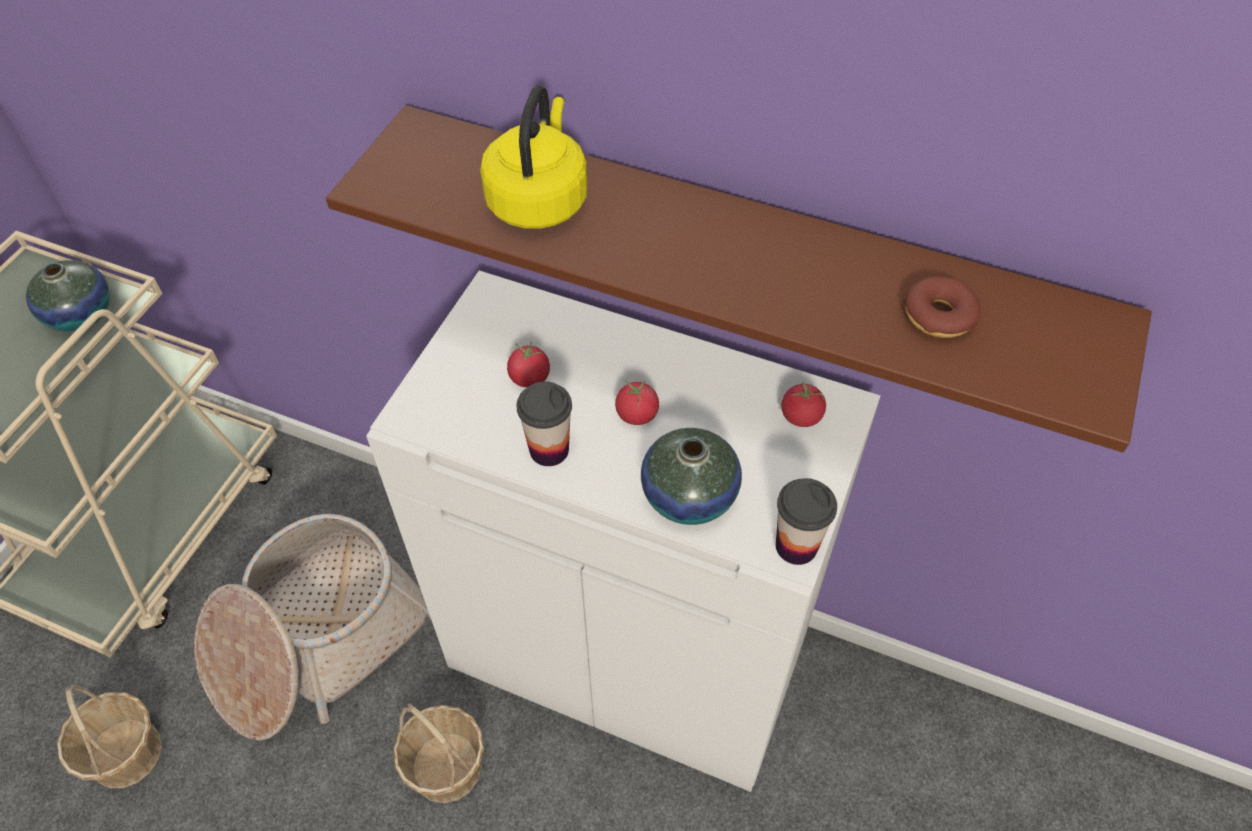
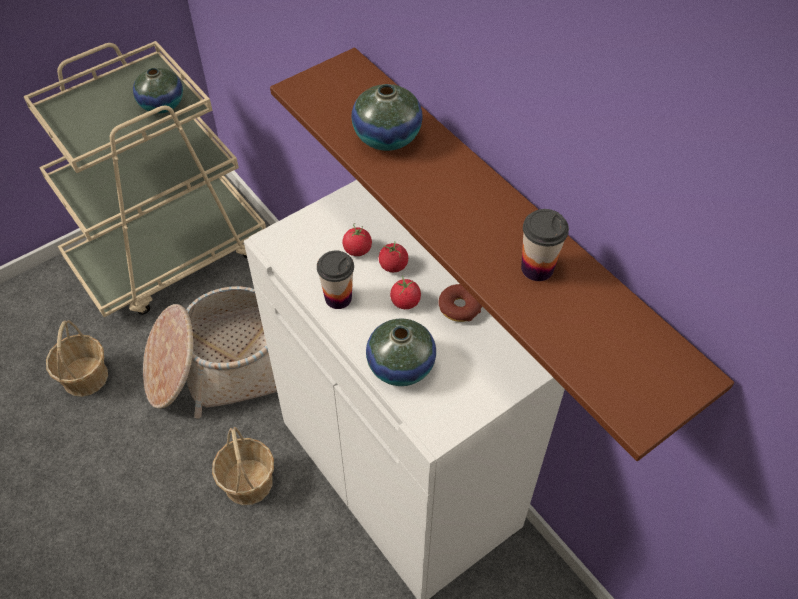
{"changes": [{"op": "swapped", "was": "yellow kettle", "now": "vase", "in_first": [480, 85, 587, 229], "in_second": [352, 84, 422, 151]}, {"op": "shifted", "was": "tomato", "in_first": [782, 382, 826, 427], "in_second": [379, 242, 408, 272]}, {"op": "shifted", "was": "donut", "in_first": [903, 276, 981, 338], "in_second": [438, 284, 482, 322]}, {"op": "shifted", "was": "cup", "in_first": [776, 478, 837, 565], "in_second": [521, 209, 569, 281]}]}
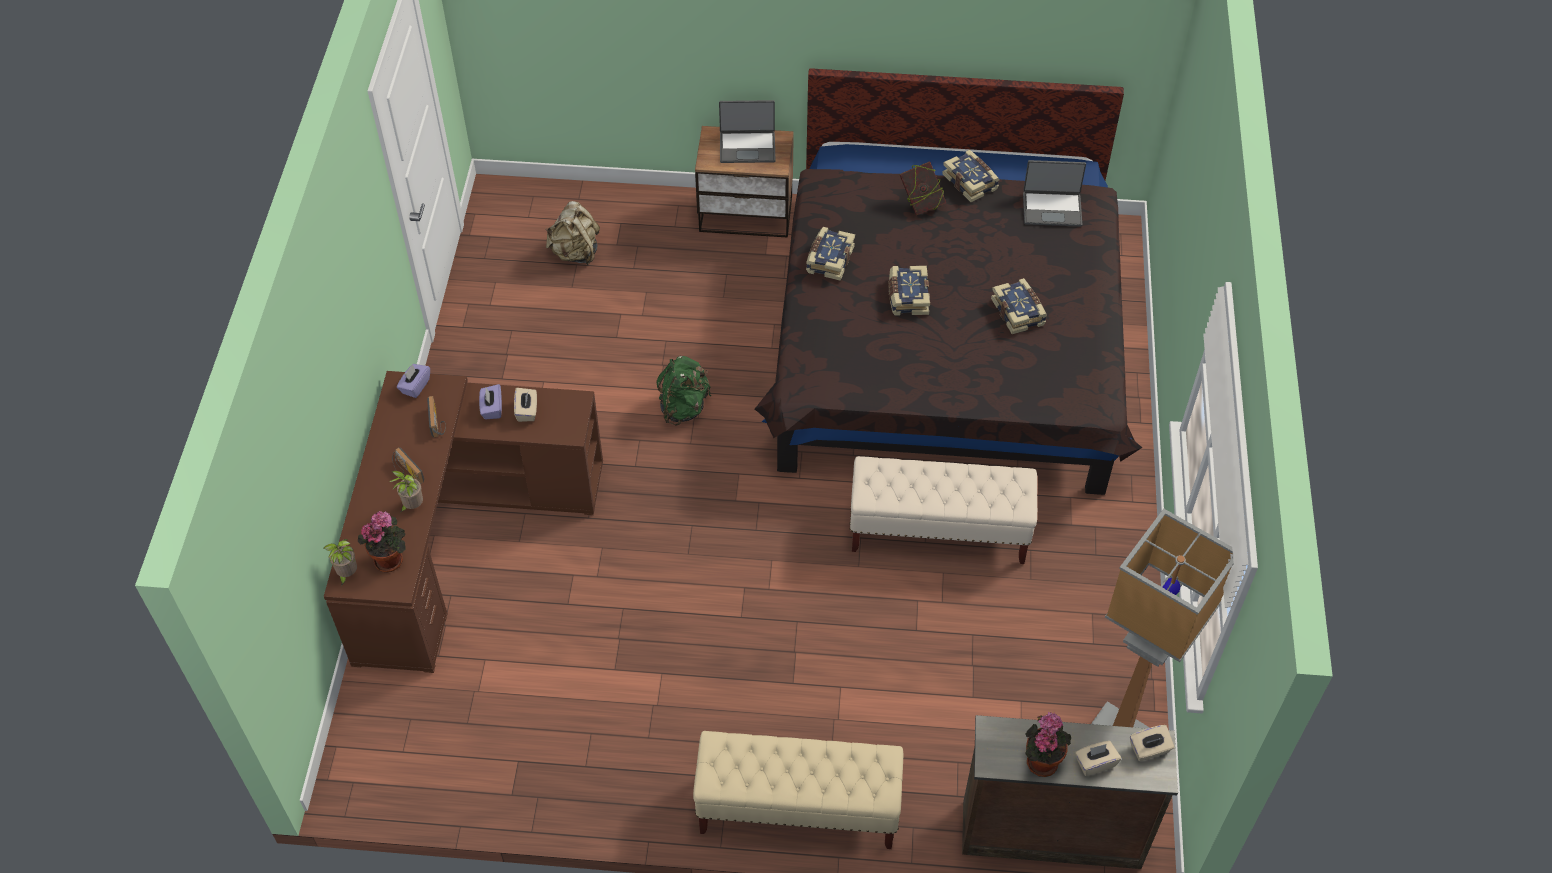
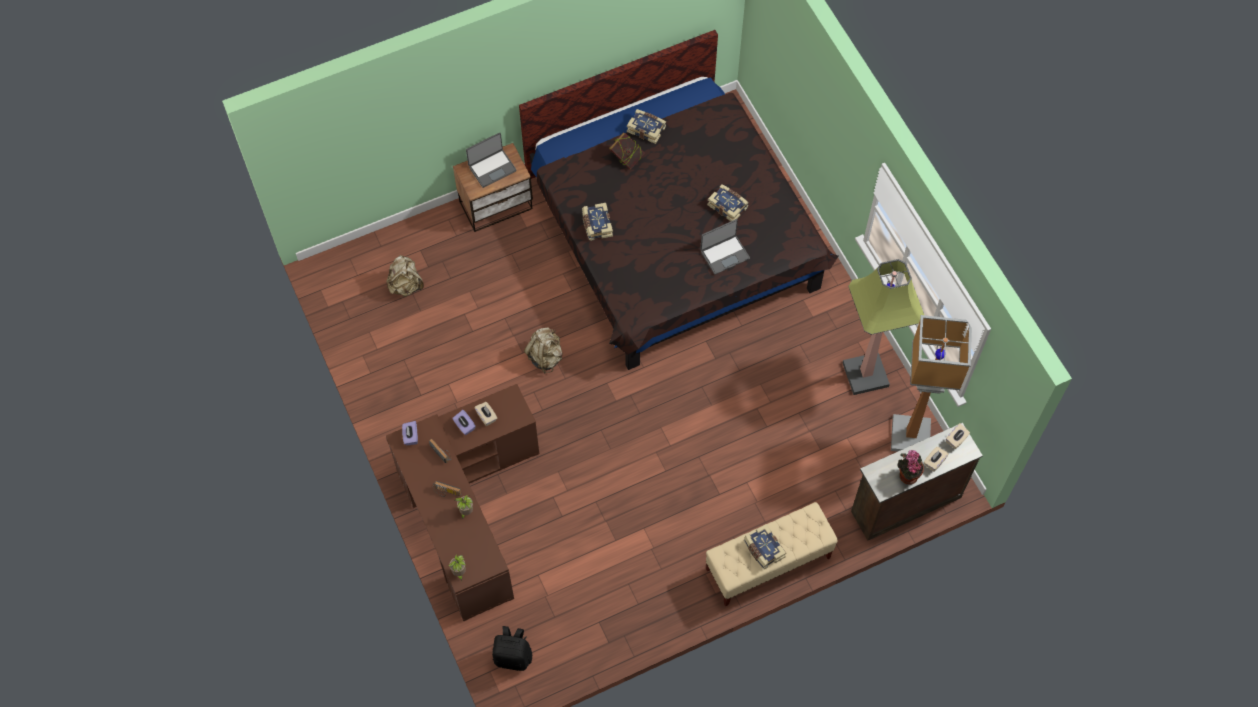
{"changes": [{"op": "new", "now": "black backpack", "in_second": [492, 626, 532, 671]}, {"op": "repainted", "was": "green backpack", "now": "beige backpack", "in_first": [656, 356, 711, 426], "in_second": [524, 328, 563, 374]}, {"op": "shifted", "was": "laptop", "in_first": [1023, 160, 1086, 226], "in_second": [700, 219, 750, 275]}, {"op": "shifted", "was": "book", "in_first": [888, 266, 930, 315], "in_second": [744, 524, 786, 569]}, {"op": "new", "now": "floor lamp", "in_second": [843, 259, 924, 395]}, {"op": "gone", "was": "potted plant", "in_first": [358, 511, 406, 573]}, {"op": "gone", "was": "beige bench", "in_first": [849, 456, 1037, 564]}]}
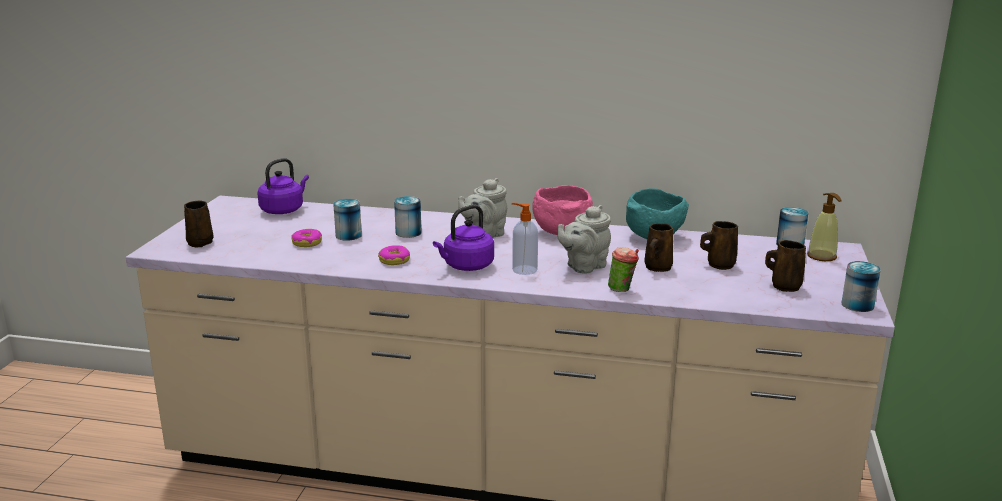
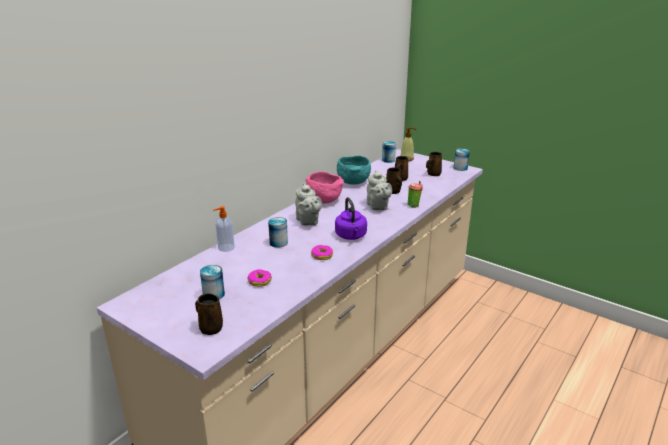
{"changes": [{"op": "shifted", "was": "can", "in_first": [333, 199, 362, 241], "in_second": [200, 265, 225, 299]}, {"op": "shifted", "was": "soap dispenser", "in_first": [512, 203, 538, 275], "in_second": [213, 206, 235, 252]}, {"op": "gone", "was": "purple kettle", "in_first": [257, 158, 309, 214]}]}
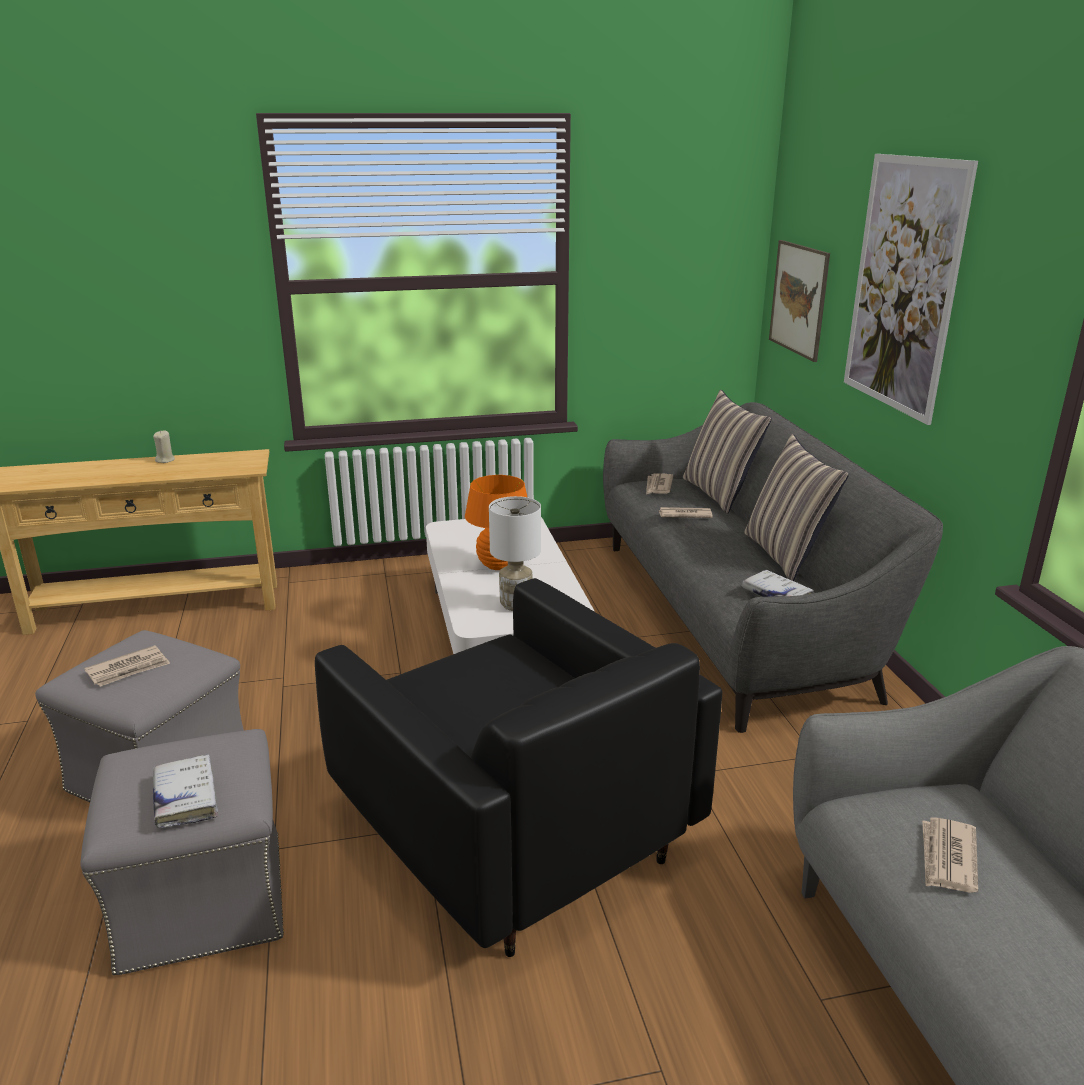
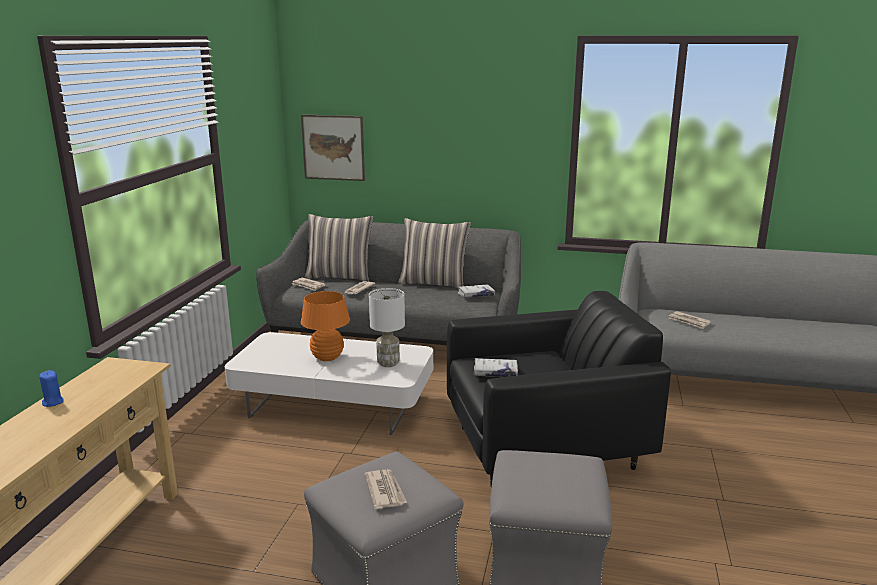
{"changes": [{"op": "repainted", "was": "beige candle", "now": "blue candle", "in_first": [153, 430, 175, 463], "in_second": [39, 370, 63, 407]}, {"op": "shifted", "was": "white book", "in_first": [153, 754, 218, 828], "in_second": [474, 358, 518, 377]}, {"op": "gone", "was": "picture", "in_first": [844, 154, 978, 425]}]}
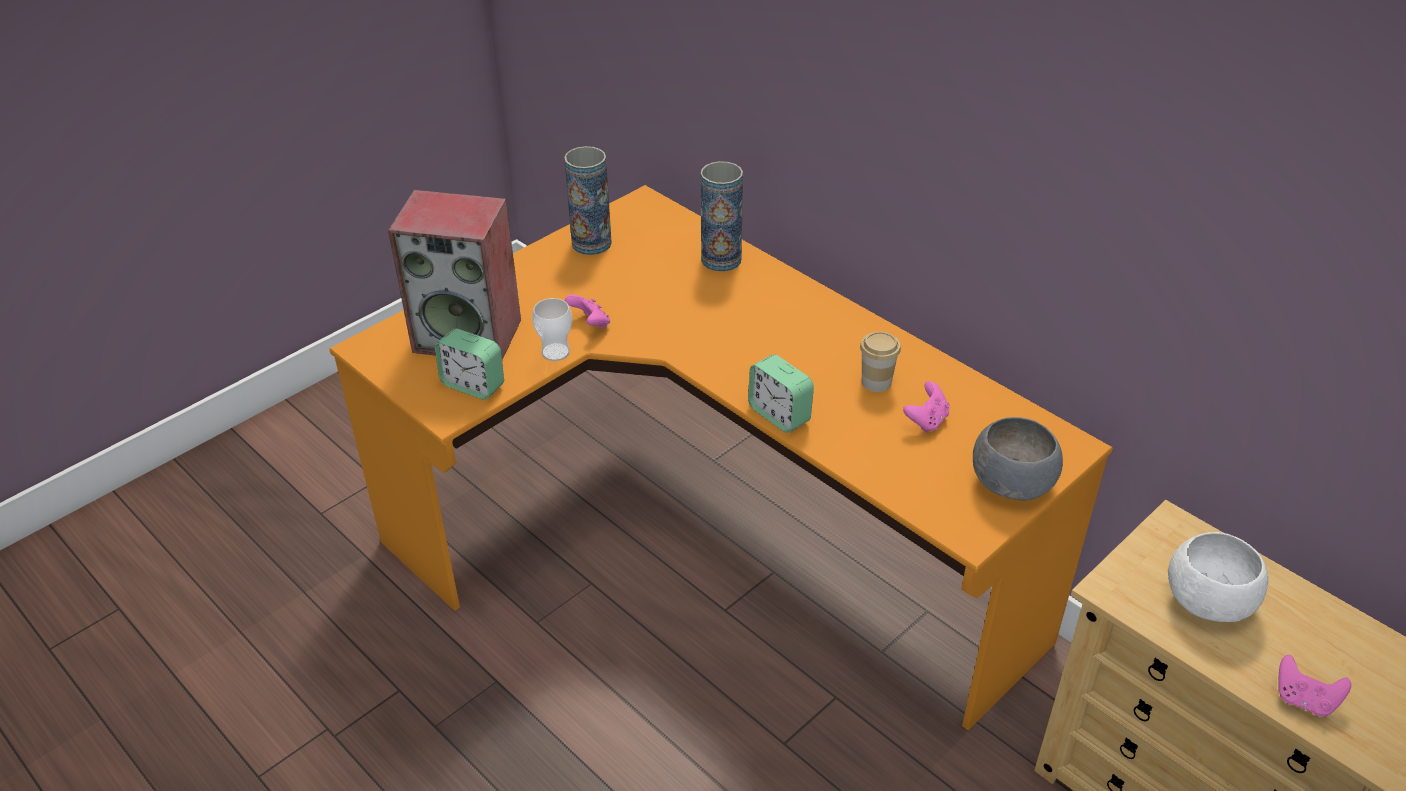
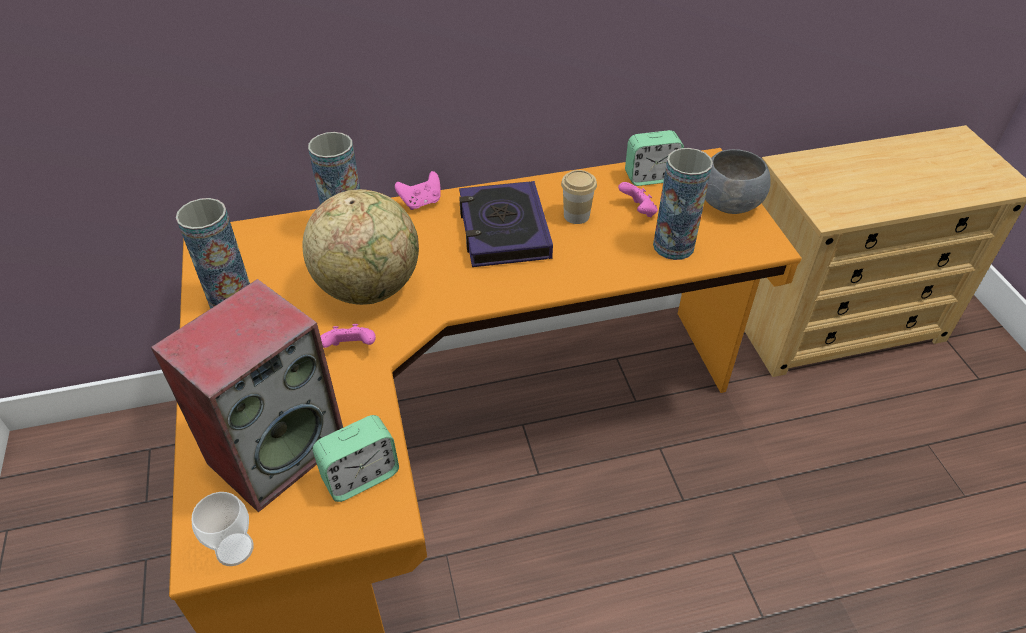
{"changes": [{"op": "shifted", "was": "cup", "in_first": [532, 298, 573, 361], "in_second": [192, 492, 254, 566]}, {"op": "new", "now": "globe", "in_second": [302, 189, 419, 305]}, {"op": "shifted", "was": "pink game controller", "in_first": [1278, 655, 1351, 717], "in_second": [395, 171, 441, 210]}, {"op": "new", "now": "book", "in_second": [459, 181, 553, 267]}, {"op": "shifted", "was": "alarm clock", "in_first": [748, 354, 814, 433], "in_second": [625, 130, 684, 186]}, {"op": "new", "now": "vase", "in_second": [653, 148, 713, 260]}, {"op": "gone", "was": "white bowl", "in_first": [1168, 532, 1268, 622]}]}
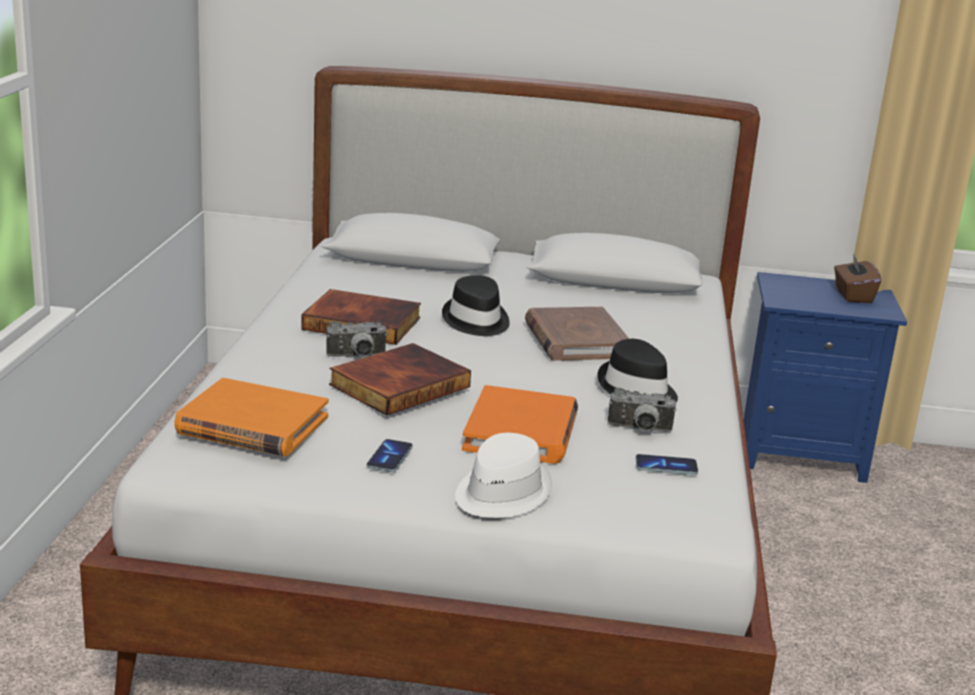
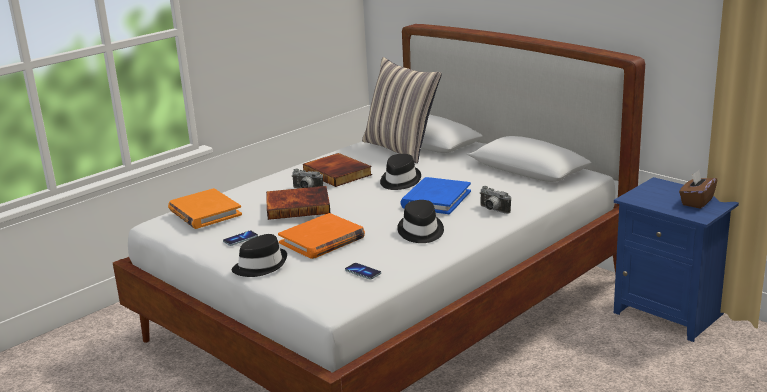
{"changes": [{"op": "repainted", "was": "white hat", "now": "black hat", "in_first": [455, 433, 552, 518], "in_second": [232, 234, 287, 277]}, {"op": "new", "now": "pillow", "in_second": [362, 57, 442, 163]}, {"op": "repainted", "was": "brown book", "now": "blue book", "in_first": [525, 307, 629, 361], "in_second": [401, 177, 471, 214]}, {"op": "shifted", "was": "photo camera", "in_first": [608, 388, 676, 432], "in_second": [479, 186, 511, 214]}]}
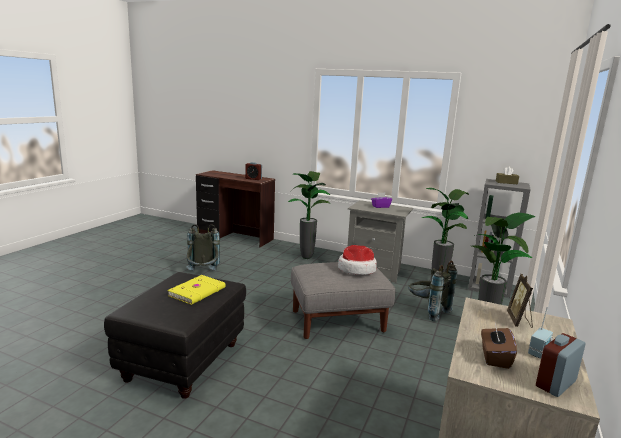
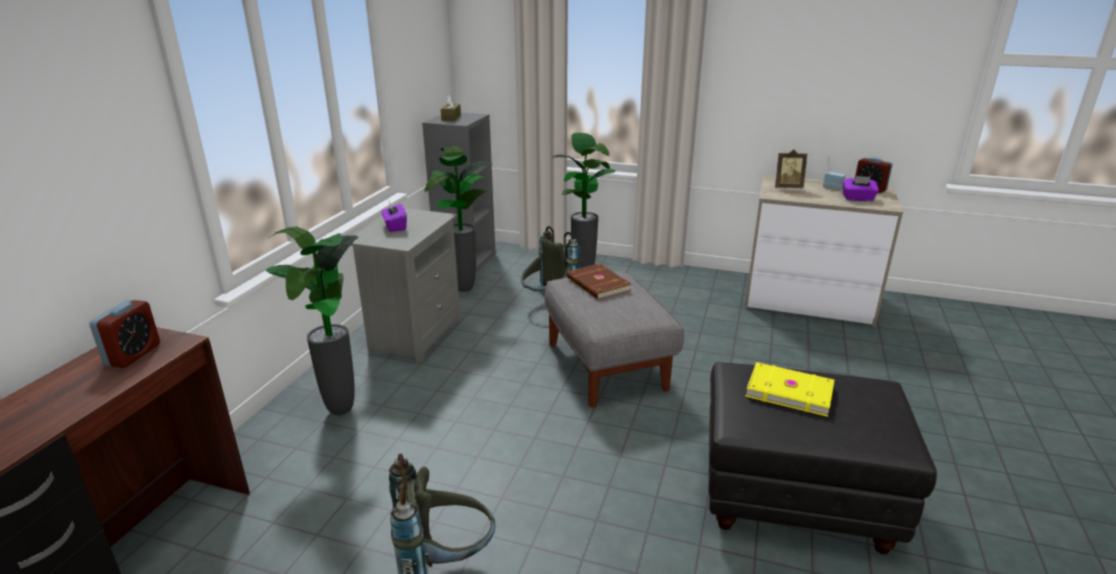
{"changes": [{"op": "swapped", "was": "hat", "now": "brown book", "in_first": [338, 245, 377, 275], "in_second": [567, 263, 631, 300]}, {"op": "repainted", "was": "brown tissue box", "now": "purple tissue box", "in_first": [481, 323, 517, 369], "in_second": [842, 176, 879, 201]}]}
